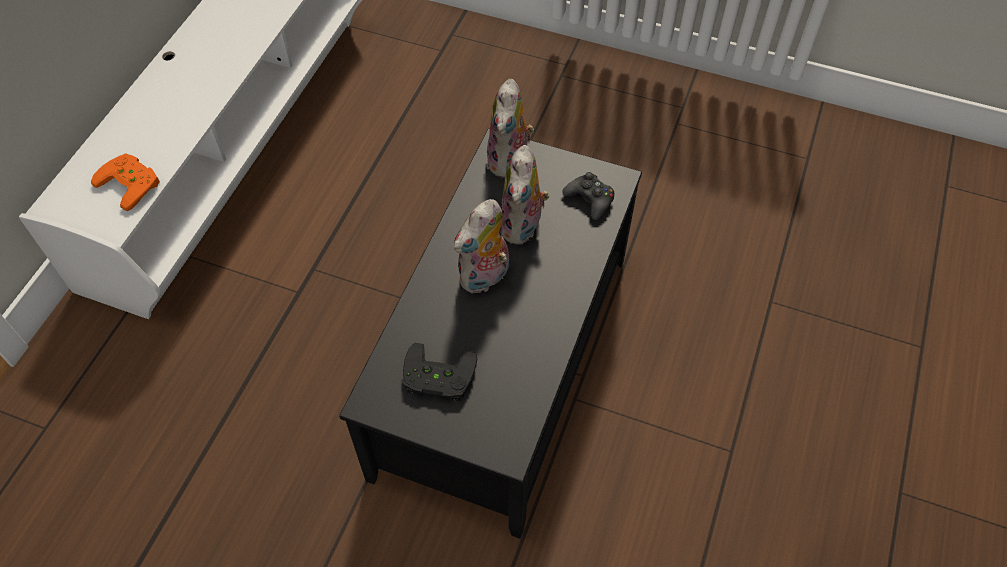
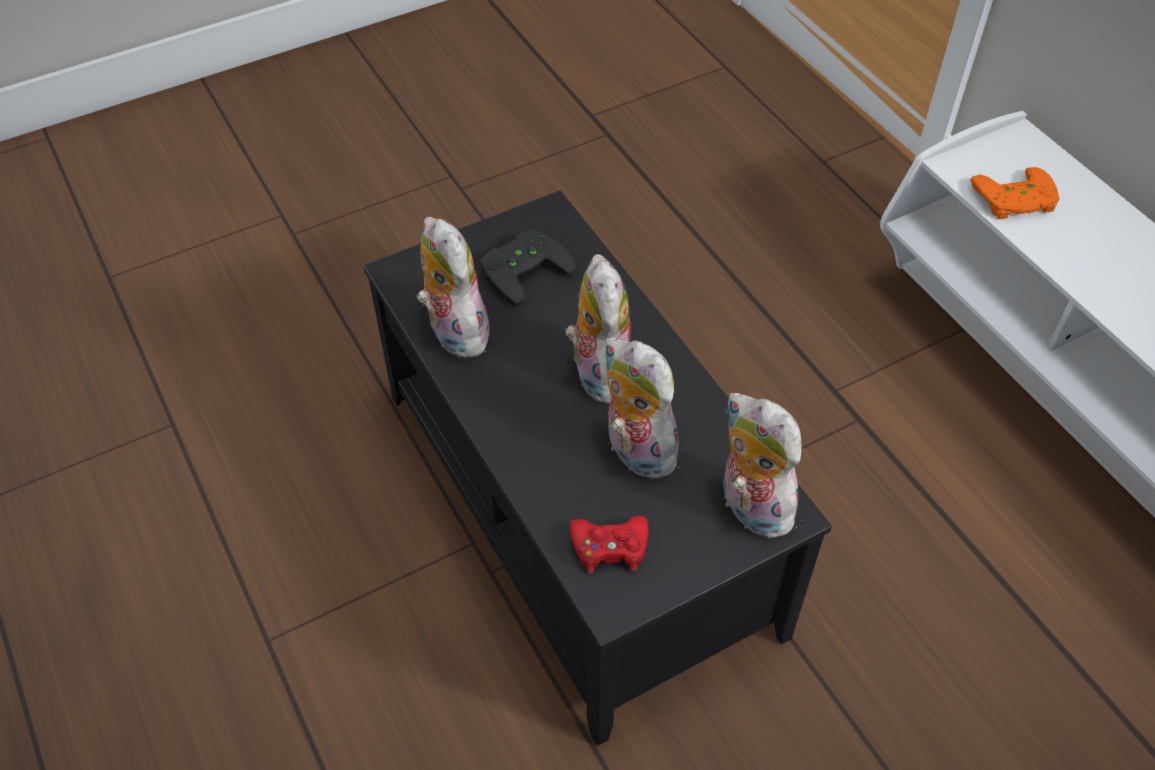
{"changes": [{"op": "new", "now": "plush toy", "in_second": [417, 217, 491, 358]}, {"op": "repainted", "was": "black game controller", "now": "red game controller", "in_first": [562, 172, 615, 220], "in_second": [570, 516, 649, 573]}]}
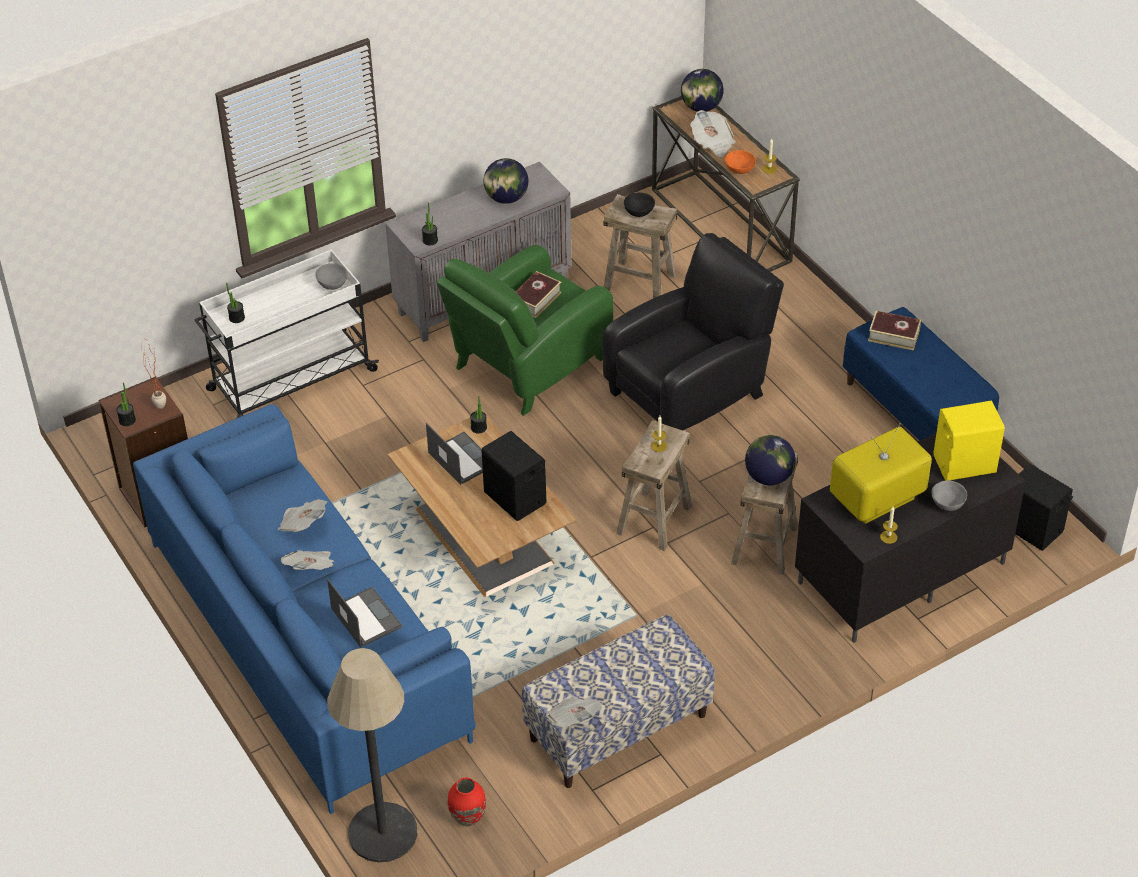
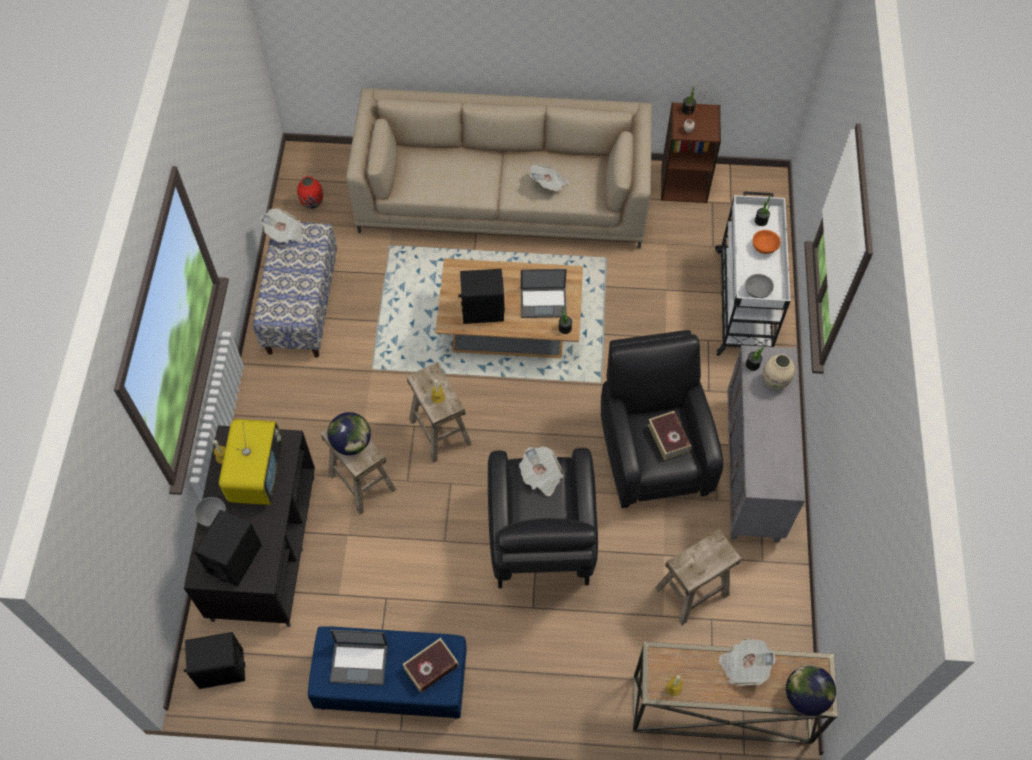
{"changes": [{"op": "repainted", "was": "yellow speaker", "now": "black speaker", "in_first": [933, 400, 1005, 481], "in_second": [194, 510, 262, 586]}, {"op": "shifted", "was": "laptop", "in_first": [327, 579, 402, 648], "in_second": [330, 630, 388, 685]}, {"op": "repainted", "was": "blue sofa", "now": "beige sofa", "in_first": [133, 404, 476, 814], "in_second": [346, 88, 652, 249]}, {"op": "shifted", "was": "newspaper", "in_first": [281, 550, 334, 570], "in_second": [519, 446, 564, 496]}, {"op": "repainted", "was": "green armchair", "now": "black armchair", "in_first": [436, 245, 614, 416], "in_second": [601, 330, 723, 508]}, {"op": "shifted", "was": "orange bowl", "in_first": [725, 150, 756, 174], "in_second": [753, 230, 780, 254]}, {"op": "new", "now": "beige vase", "in_second": [763, 354, 795, 390]}, {"op": "gone", "was": "floor lamp", "in_first": [327, 648, 417, 862]}, {"op": "gone", "was": "globe", "in_first": [484, 158, 528, 204]}, {"op": "gone", "was": "black bowl", "in_first": [624, 193, 655, 217]}]}
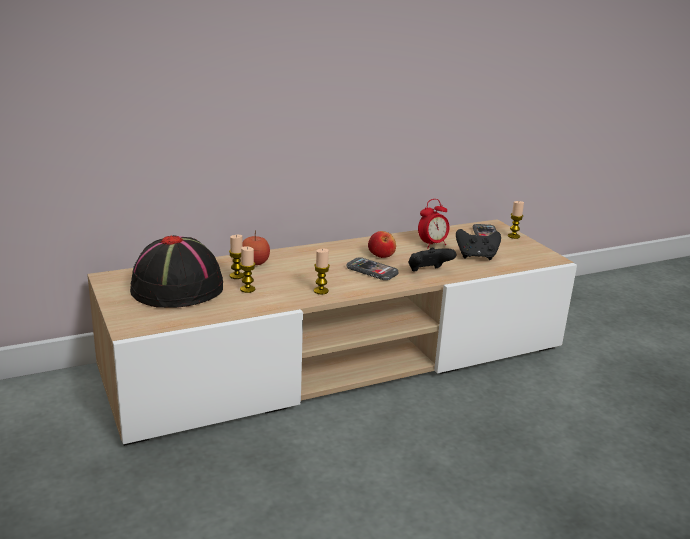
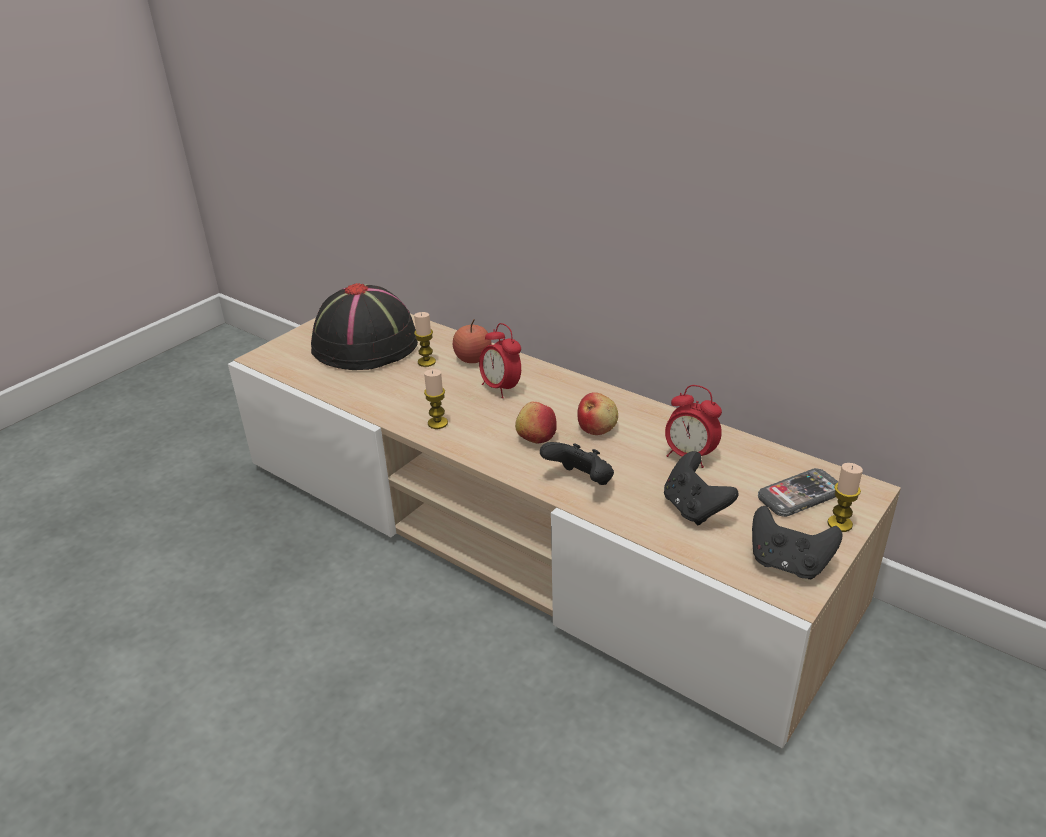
{"changes": [{"op": "new", "now": "alarm clock", "in_second": [479, 323, 521, 398]}, {"op": "swapped", "was": "phone", "now": "apple", "in_first": [346, 257, 399, 280], "in_second": [515, 402, 557, 444]}, {"op": "new", "now": "black game controller", "in_second": [752, 506, 843, 579]}, {"op": "gone", "was": "candle", "in_first": [240, 246, 255, 293]}]}
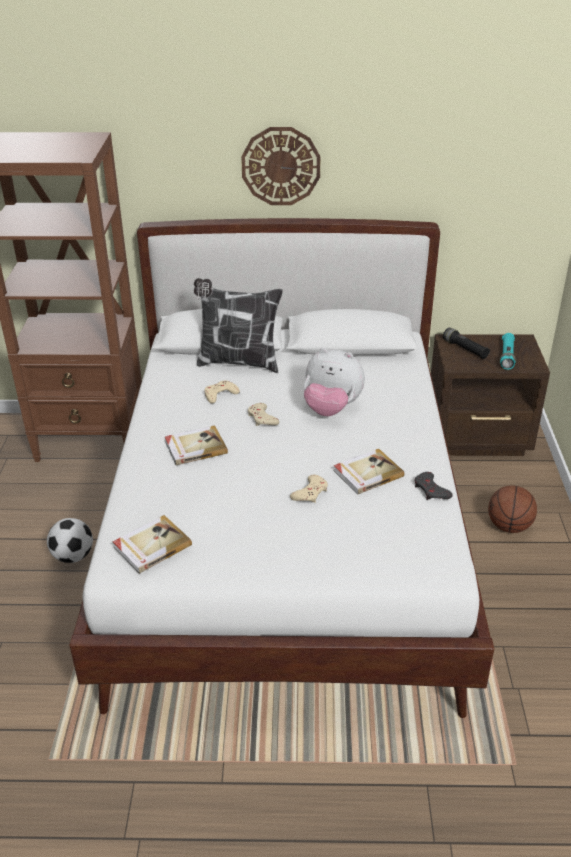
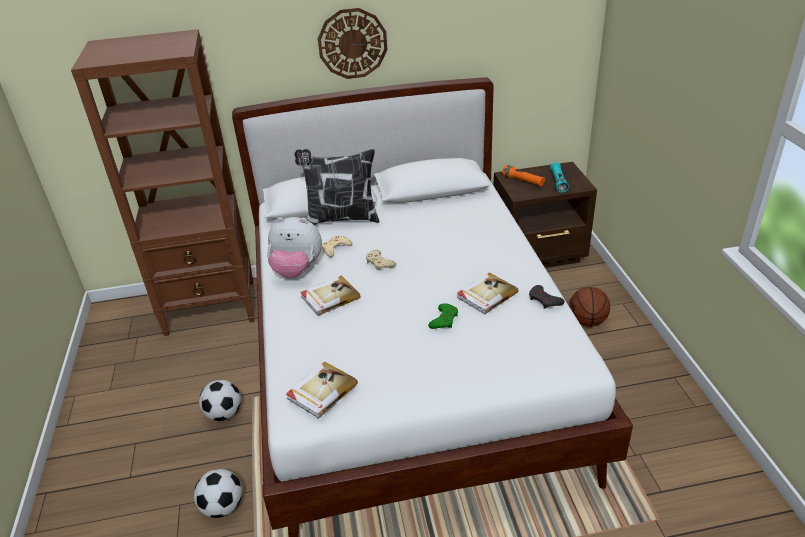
{"changes": [{"op": "new", "now": "football", "in_second": [194, 469, 242, 518]}, {"op": "shifted", "was": "plush toy", "in_first": [303, 348, 365, 416], "in_second": [267, 217, 322, 278]}, {"op": "repainted", "was": "beige game controller", "now": "green game controller", "in_first": [290, 475, 328, 503], "in_second": [428, 303, 458, 329]}, {"op": "repainted", "was": "black flashlight", "now": "orange flashlight", "in_first": [443, 328, 490, 359], "in_second": [502, 165, 545, 187]}]}
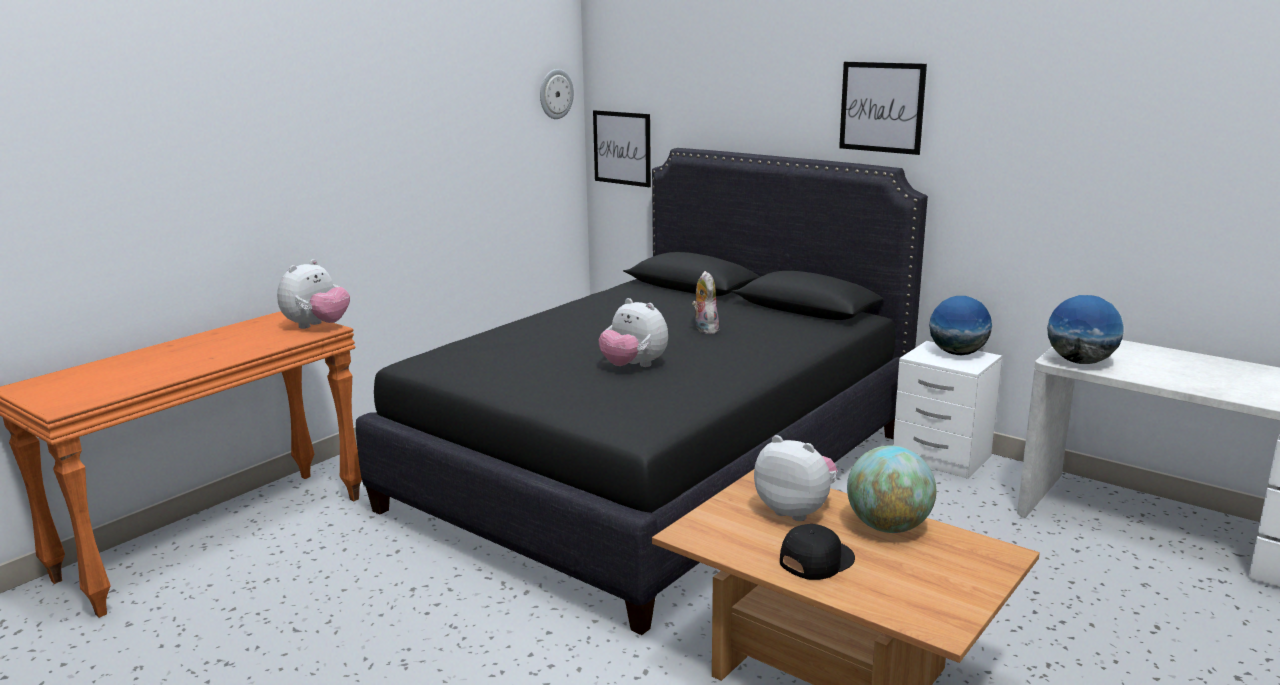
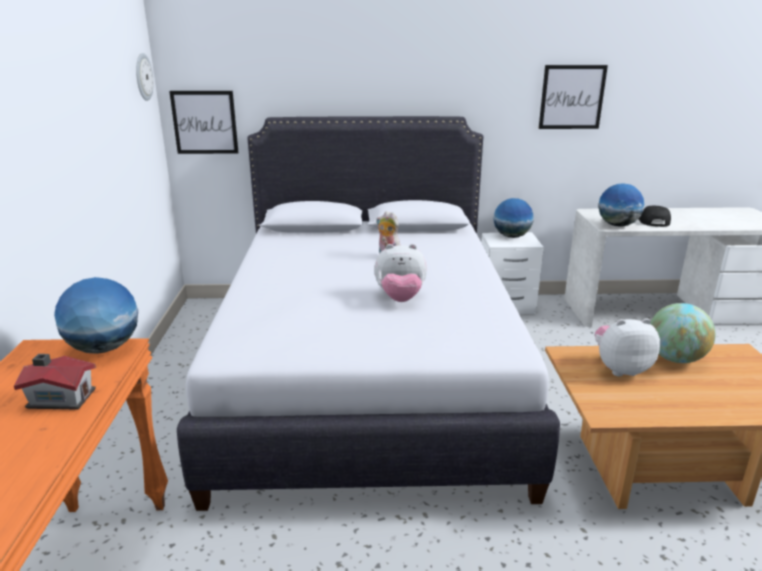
{"changes": [{"op": "new", "now": "toy house", "in_second": [14, 354, 96, 410]}, {"op": "swapped", "was": "plush toy", "now": "globe", "in_first": [277, 259, 350, 329], "in_second": [54, 277, 138, 354]}, {"op": "repainted", "was": "black bed", "now": "white bed", "in_first": [356, 148, 928, 635], "in_second": [177, 116, 560, 511]}, {"op": "shifted", "was": "picture", "in_first": [839, 62, 927, 155], "in_second": [539, 65, 608, 129]}, {"op": "shifted", "was": "black cap", "in_first": [780, 524, 855, 580], "in_second": [638, 206, 671, 227]}]}
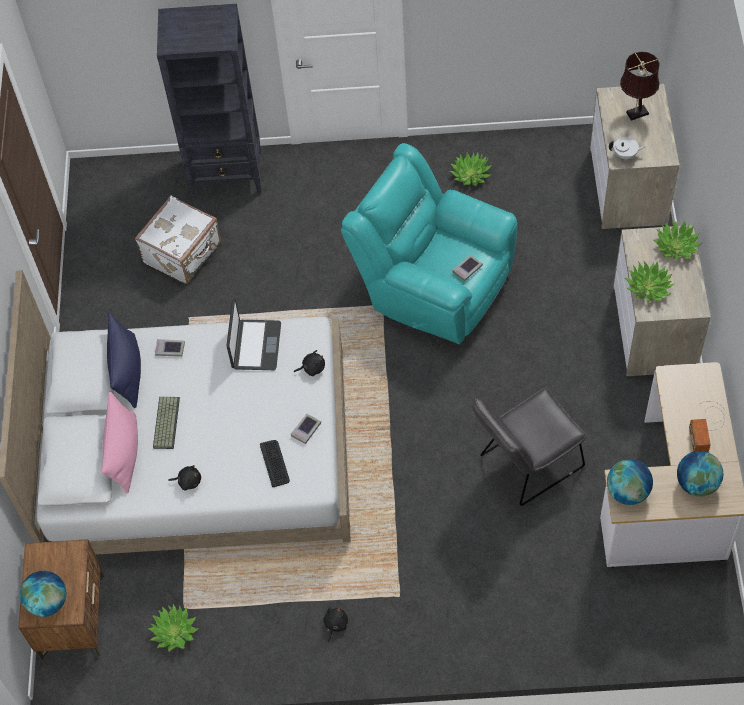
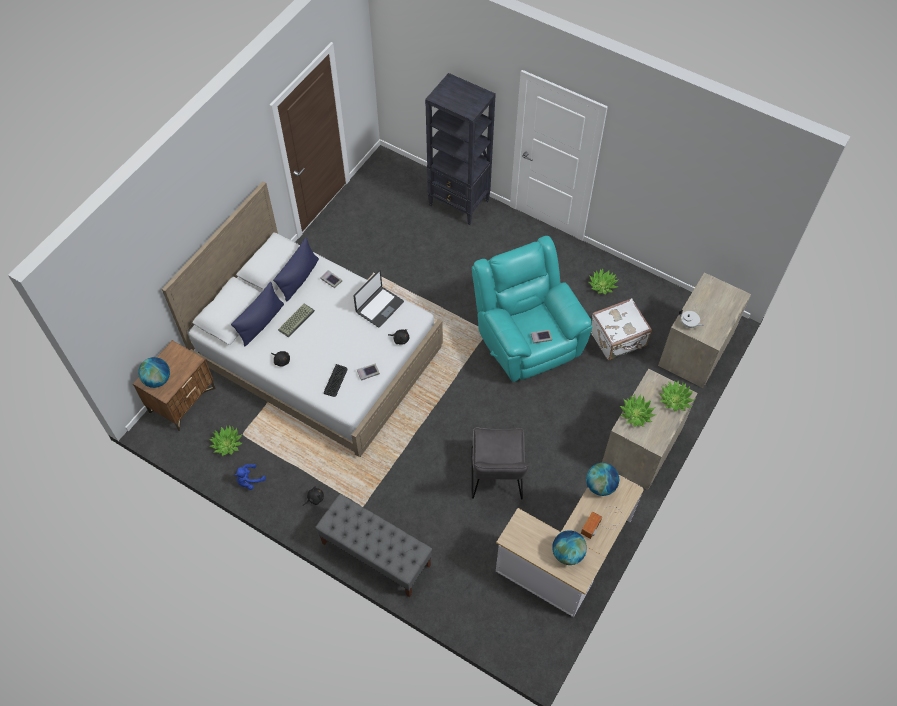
{"changes": [{"op": "repainted", "was": "pink pillow", "now": "blue pillow", "in_first": [102, 392, 138, 493], "in_second": [231, 282, 284, 346]}, {"op": "new", "now": "blue plush toy", "in_second": [234, 464, 266, 490]}, {"op": "new", "now": "grey bench", "in_second": [315, 494, 432, 597]}, {"op": "rotated", "was": "grey chair", "in_first": [472, 388, 587, 506], "in_second": [472, 427, 529, 499], "clockwise": -90}, {"op": "shifted", "was": "globe", "in_first": [607, 459, 653, 505], "in_second": [586, 463, 619, 496]}, {"op": "shifted", "was": "white suitcase", "in_first": [135, 195, 221, 284], "in_second": [591, 298, 652, 361]}, {"op": "gone", "was": "brown table lamp", "in_first": [620, 51, 660, 121]}]}
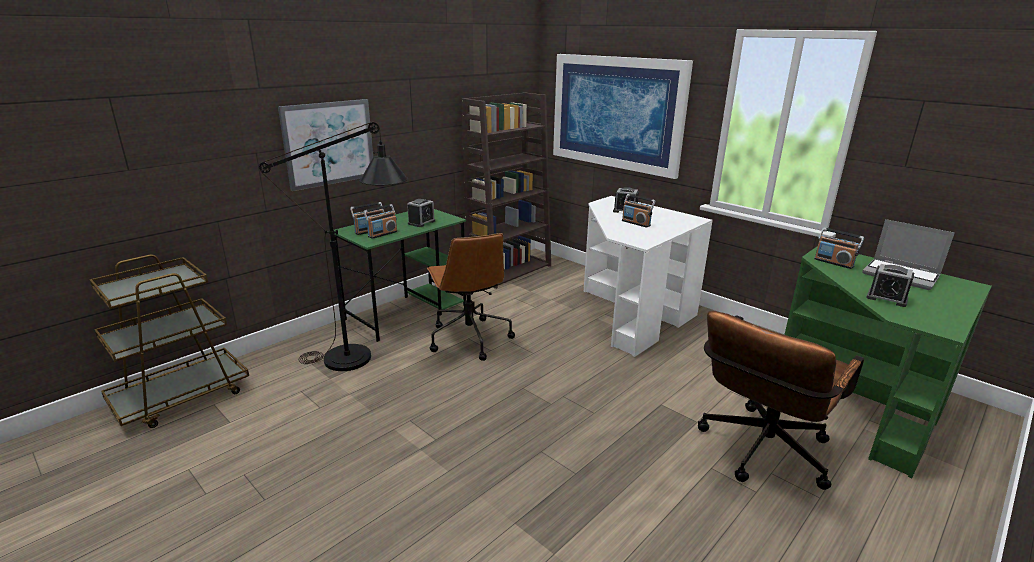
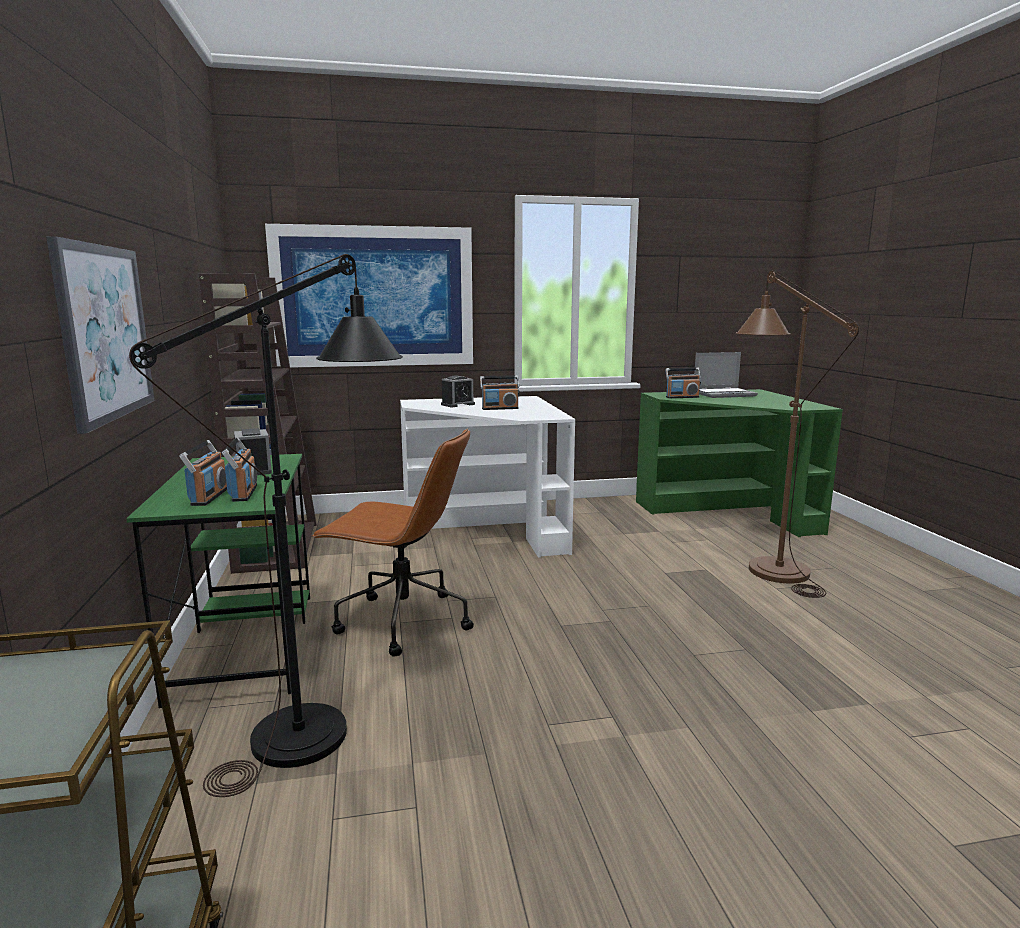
{"changes": [{"op": "swapped", "was": "brown office chair", "now": "brown floor lamp", "in_first": [698, 311, 864, 490], "in_second": [736, 271, 859, 598]}, {"op": "gone", "was": "alarm clock", "in_first": [866, 264, 914, 307]}]}
